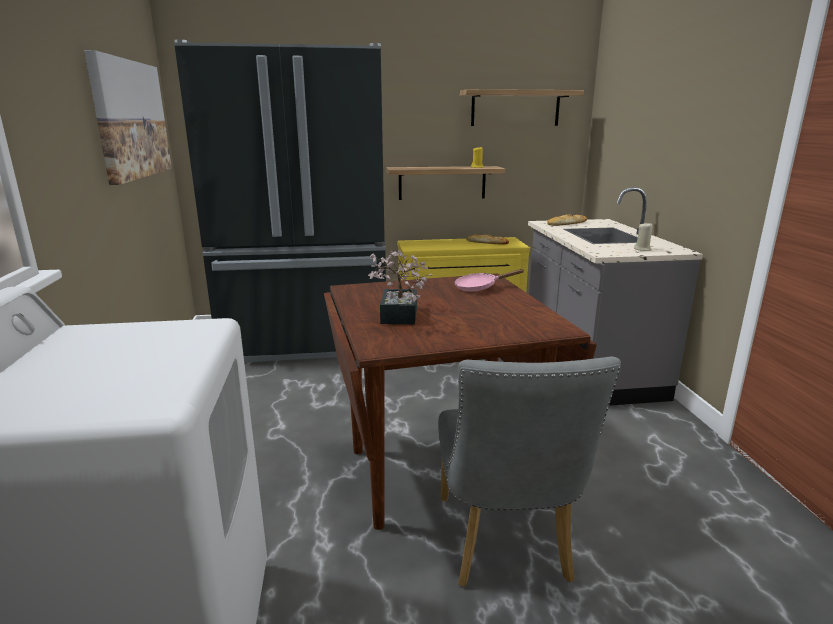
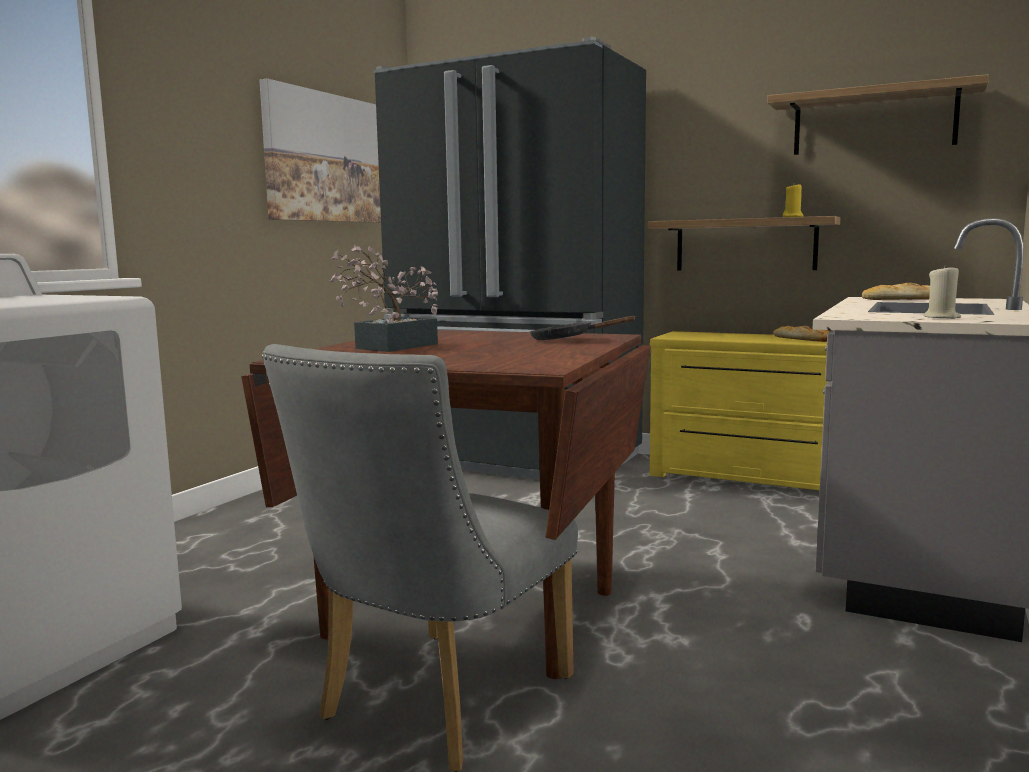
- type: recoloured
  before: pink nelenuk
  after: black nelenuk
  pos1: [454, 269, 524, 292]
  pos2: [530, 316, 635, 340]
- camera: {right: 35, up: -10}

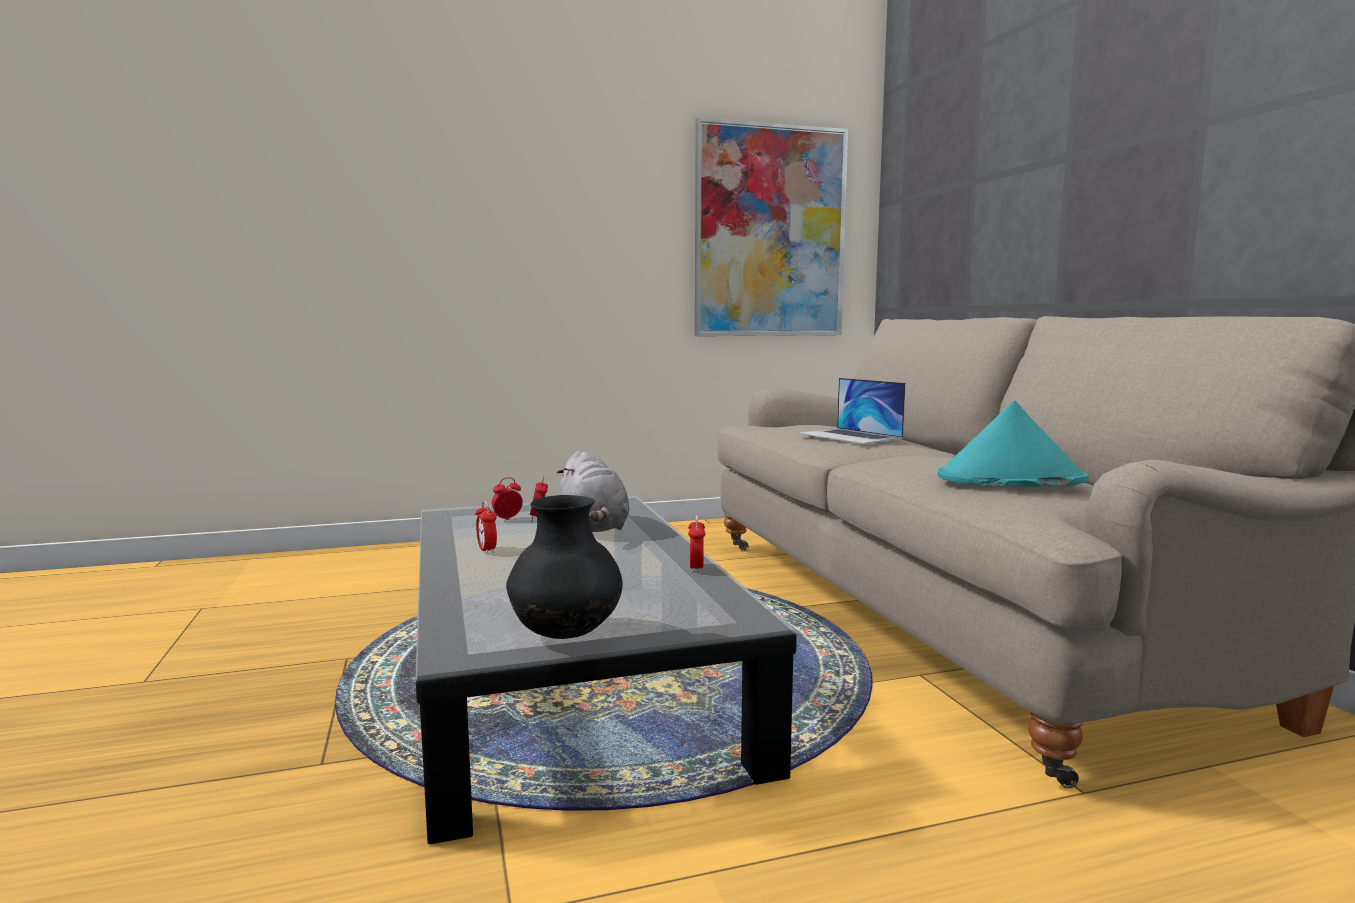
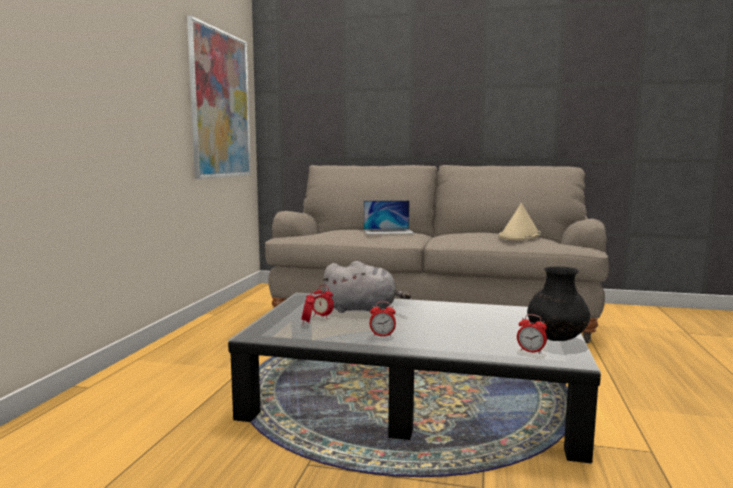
- type: moved
  before: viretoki
  pos1: [688, 515, 705, 572]
  pos2: [517, 314, 547, 354]
- type: recoloured
  before: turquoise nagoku
  after: beige nagoku
  pos1: [937, 401, 1089, 487]
  pos2: [499, 203, 541, 240]
- camera: {right: -60, up: 0}

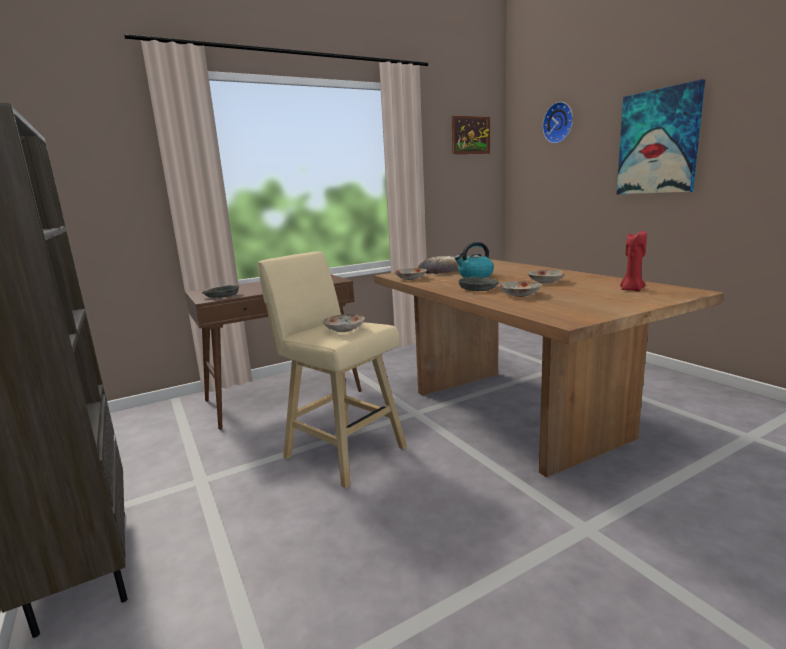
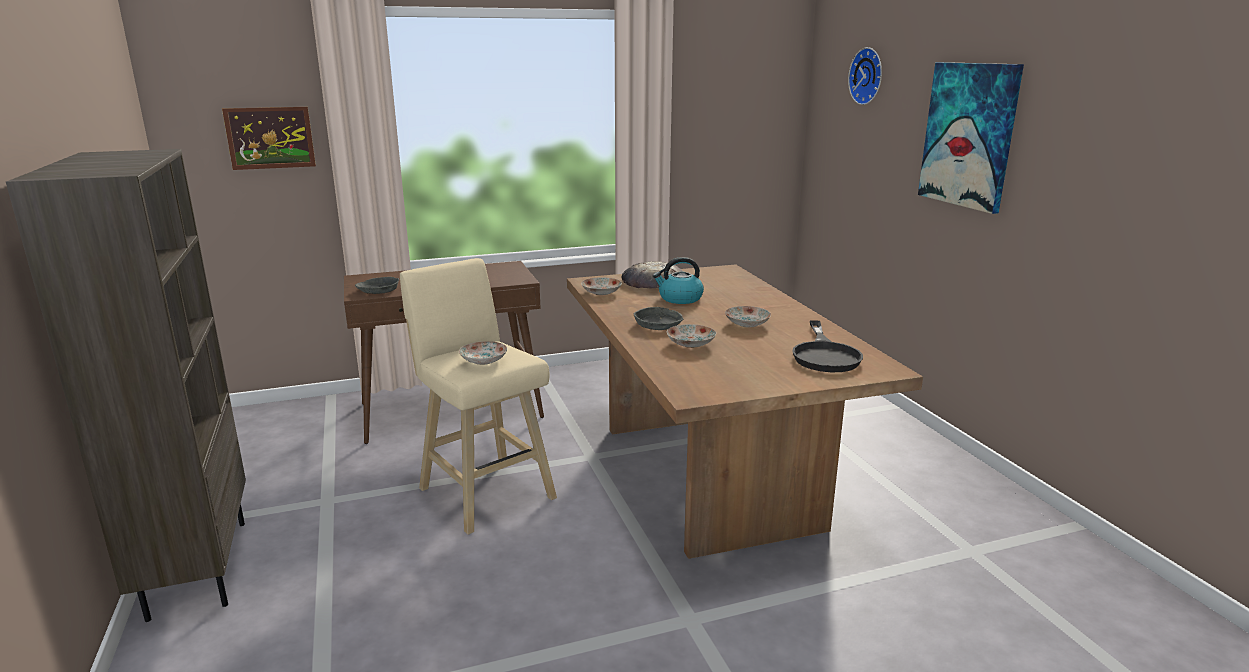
- type: moved
  before: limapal
  pos1: [452, 116, 490, 154]
  pos2: [222, 107, 316, 170]
- type: replaced
  before: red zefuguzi
  after: black nelenuk
  pos1: [620, 231, 647, 291]
  pos2: [792, 320, 863, 372]
- camera: {right: 10, up: 5}

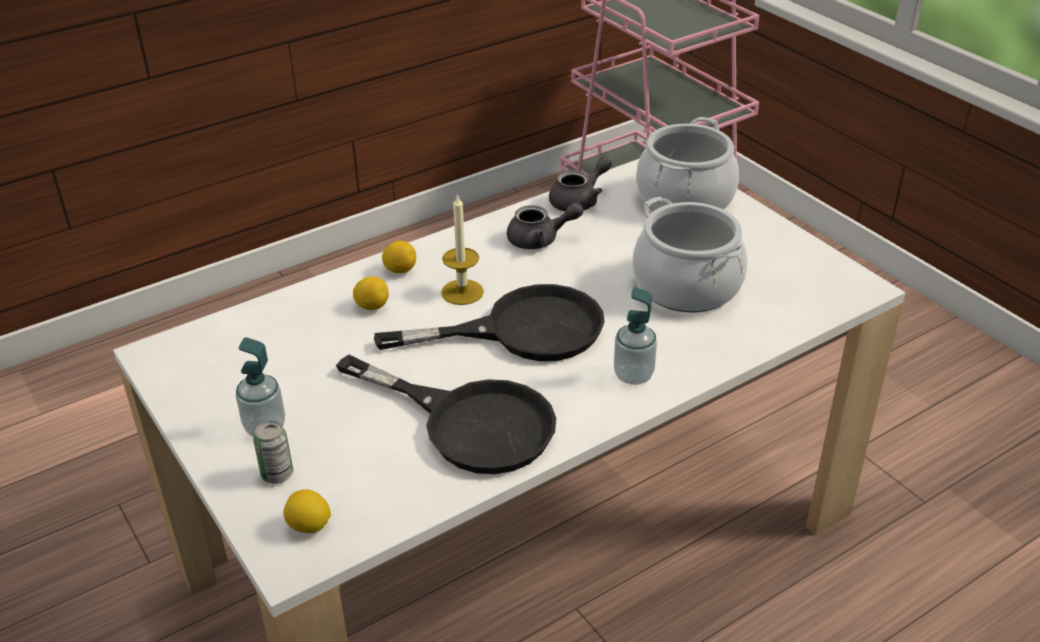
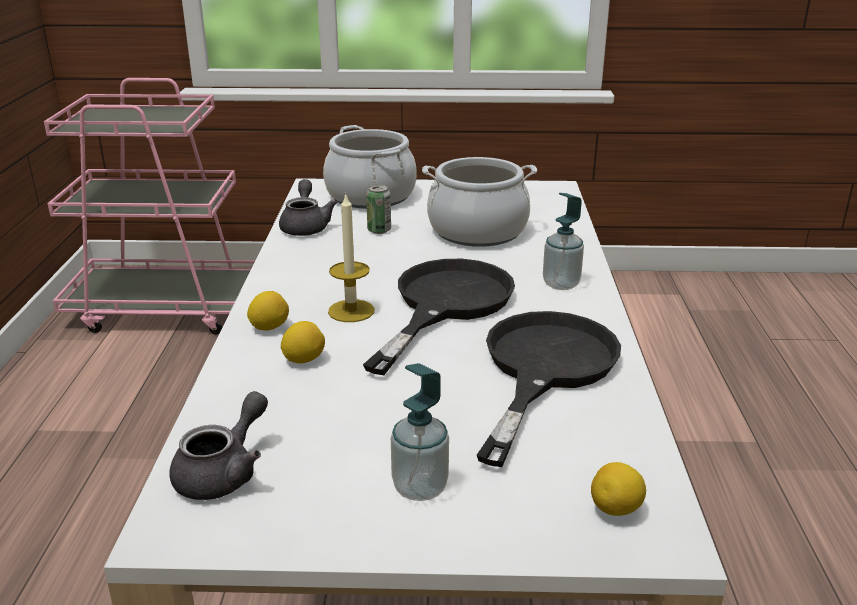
- type: moved
  before: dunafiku
  pos1: [253, 421, 293, 484]
  pos2: [366, 184, 391, 234]
- type: turned
  before: black nelenuk
  pos1: [336, 354, 556, 474]
  pos2: [477, 311, 621, 467]
  turn: -45
- type: moved
  before: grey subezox
  pos1: [507, 203, 584, 249]
  pos2: [169, 391, 268, 500]
- camera: {right: -55, up: -10}

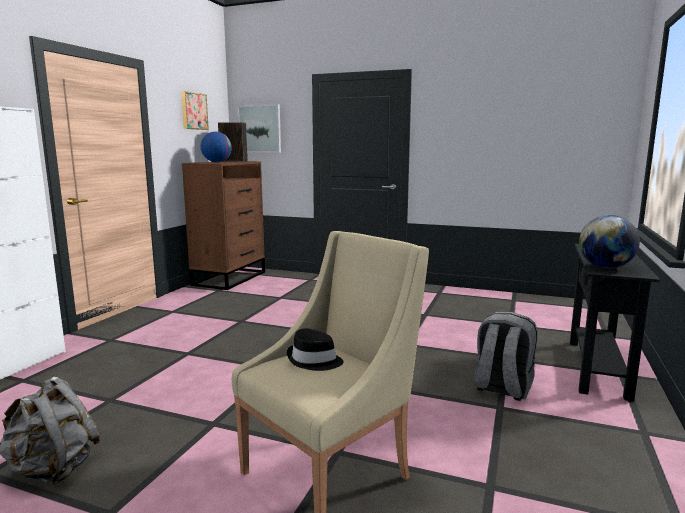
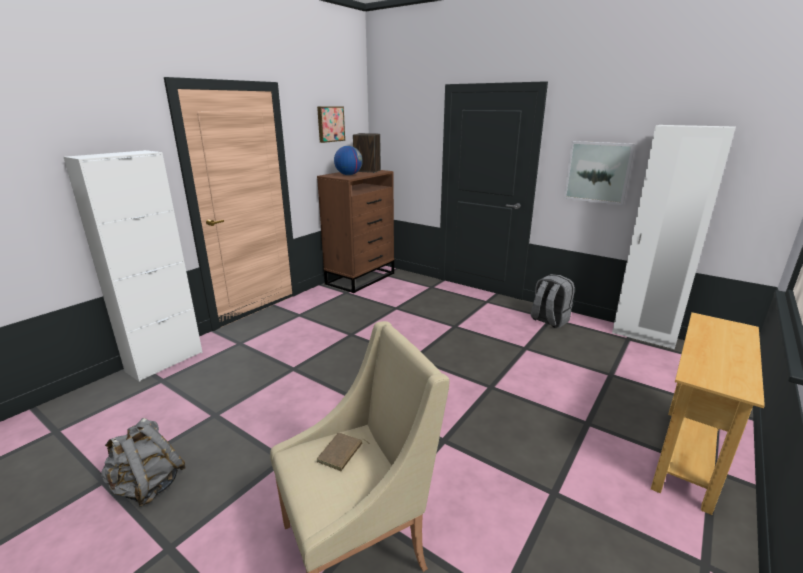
- type: moved
  before: limapal
  pos1: [237, 104, 281, 153]
  pos2: [564, 141, 635, 205]
- type: replaced
  before: black nagoku
  after: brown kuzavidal
  pos1: [287, 328, 343, 371]
  pos2: [317, 432, 370, 471]
- type: moved
  before: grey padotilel
  pos1: [475, 312, 538, 401]
  pos2: [531, 274, 575, 328]
- type: recoloured
  before: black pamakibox
  after: beige pamakibox
  pos1: [570, 244, 660, 402]
  pos2: [651, 312, 765, 515]
- type: removed
  before: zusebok
  pos1: [579, 215, 640, 268]
- type: added
  after: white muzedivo
  pos2: [612, 125, 736, 350]
- camera: {right: 15, up: 10}

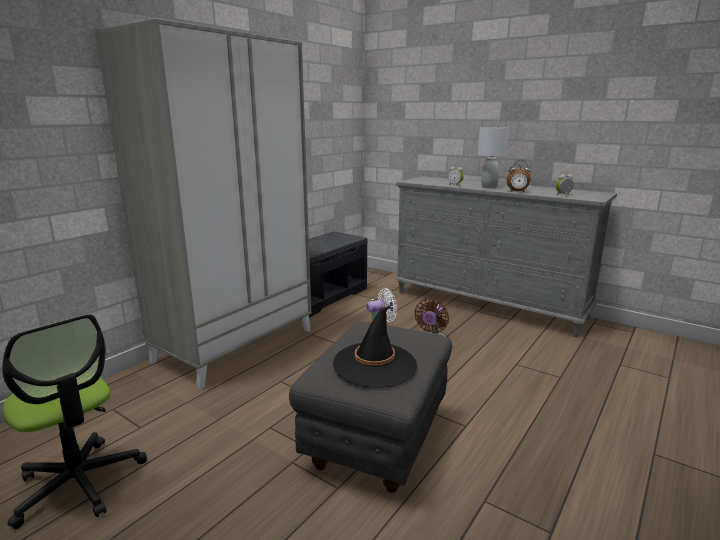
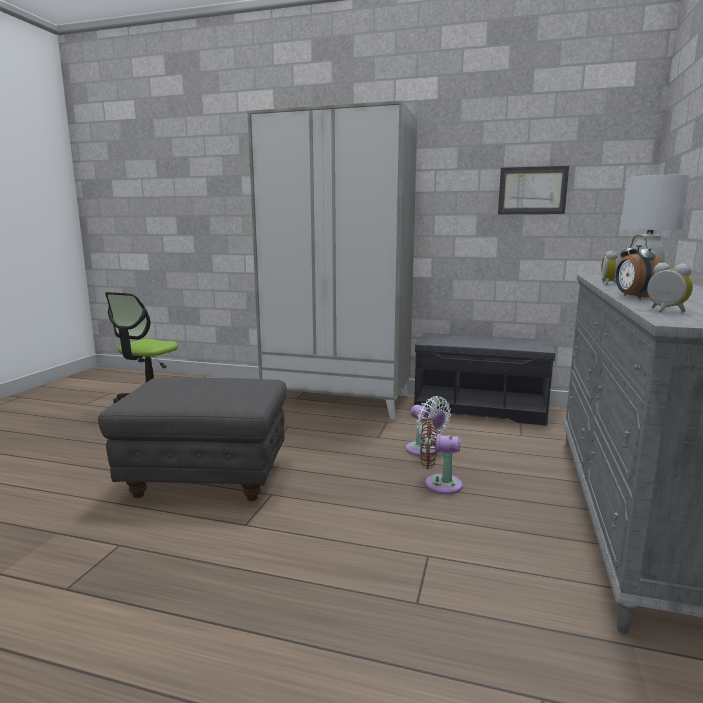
- type: removed
  before: black nagoku
  pos1: [333, 305, 417, 388]
- type: added
  after: limapal
  pos2: [498, 166, 569, 214]
- camera: {right: 70, up: -5}

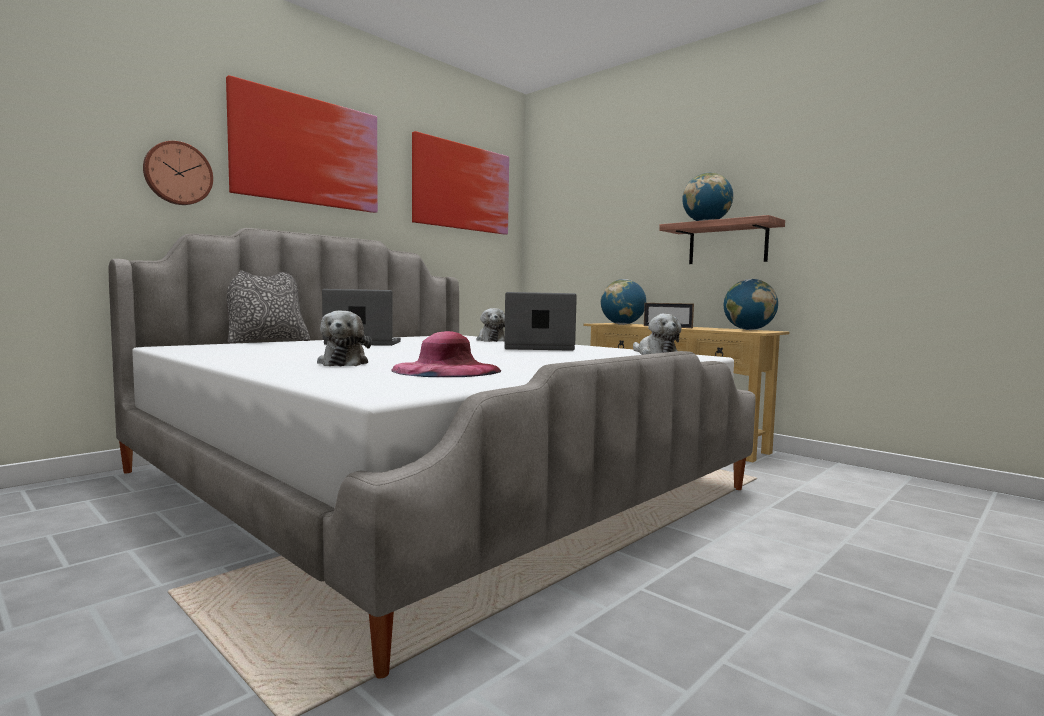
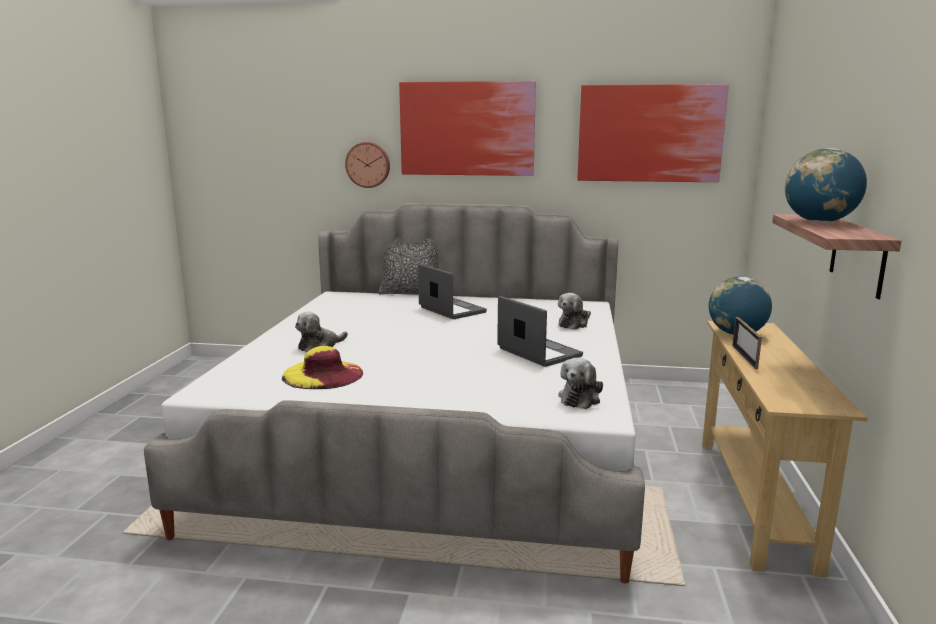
- type: recoloured
  before: pink nagoku
  after: yellow nagoku
  pos1: [391, 331, 501, 377]
  pos2: [282, 346, 363, 389]
- type: removed
  before: zusebok
  pos1: [724, 279, 778, 330]
- camera: {right: 55, up: 10}

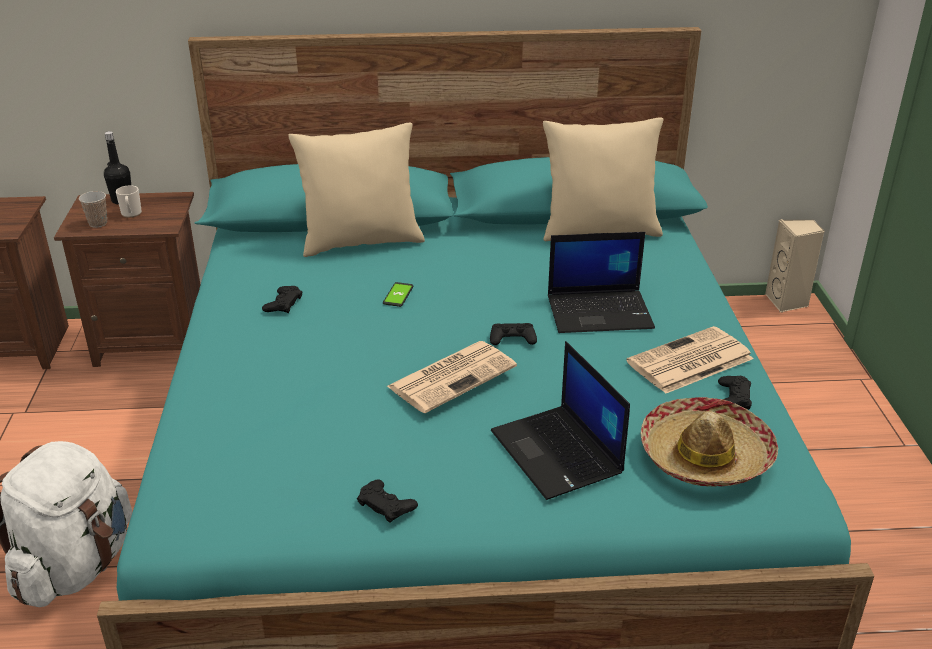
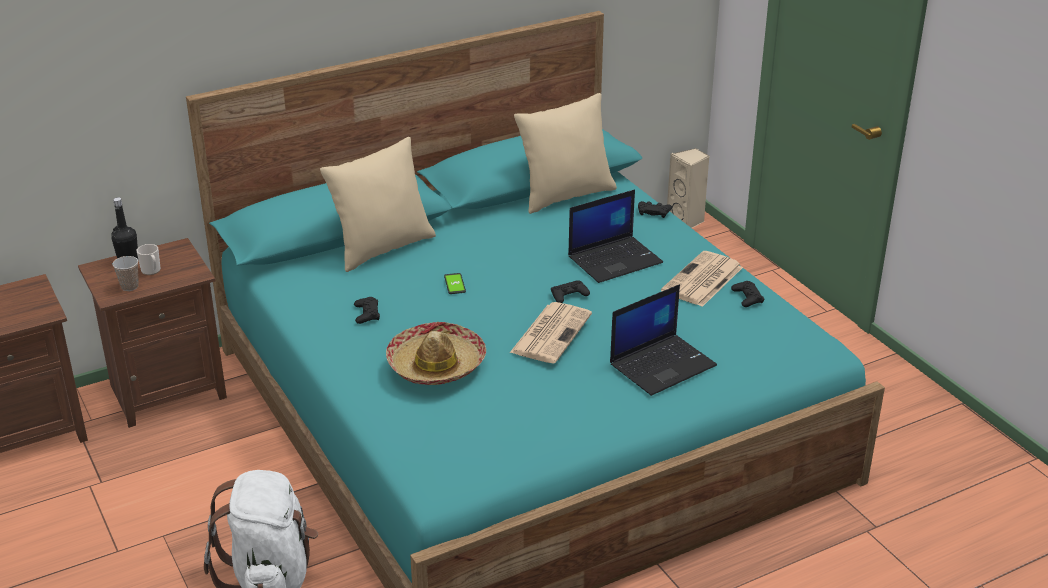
- type: moved
  before: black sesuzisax
  pos1: [357, 479, 418, 523]
  pos2: [638, 201, 672, 218]
- type: turned
  before: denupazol
  pos1: [491, 341, 630, 500]
  pos2: [610, 284, 717, 396]
  turn: -75
- type: moved
  before: nagoku
  pos1: [641, 397, 778, 487]
  pos2: [386, 322, 486, 385]
- camera: {right: -25, up: 0}

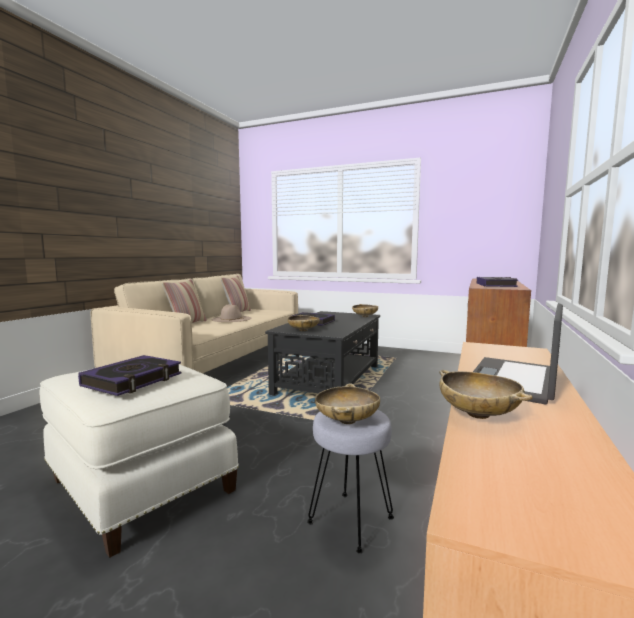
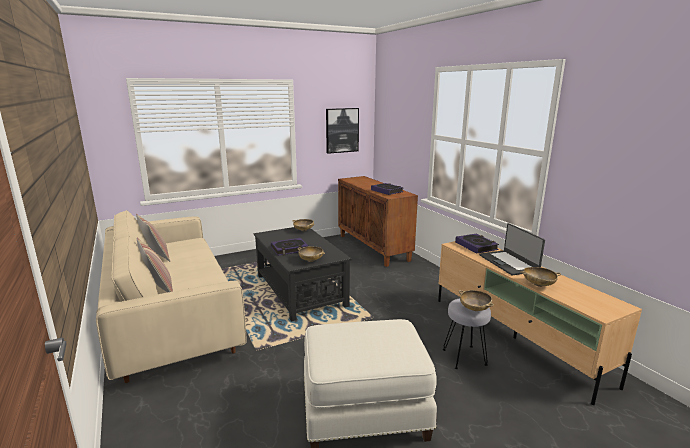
- type: moved
  before: kuzavidal
  pos1: [78, 355, 181, 396]
  pos2: [455, 234, 499, 254]
- type: removed
  before: beige nagoku
  pos1: [212, 304, 251, 322]
- type: added
  after: limapal
  pos2: [326, 108, 359, 154]
- camera: {right: -50, up: 10}

